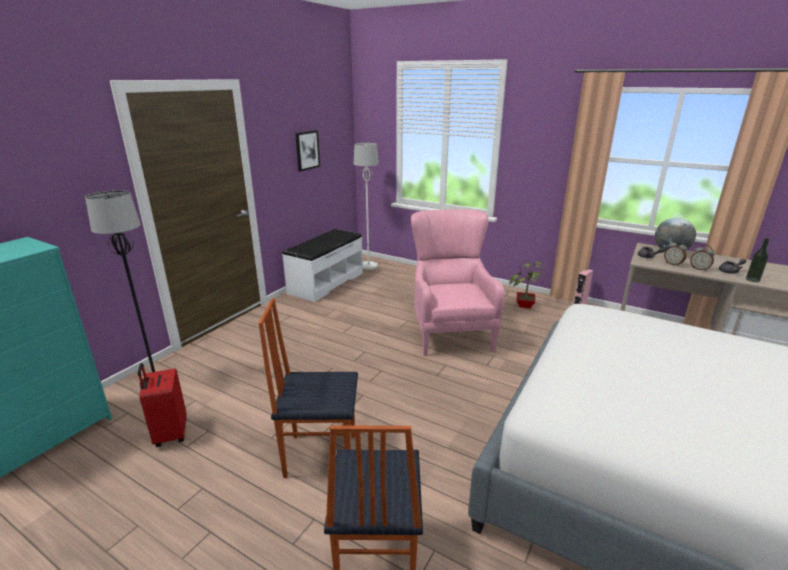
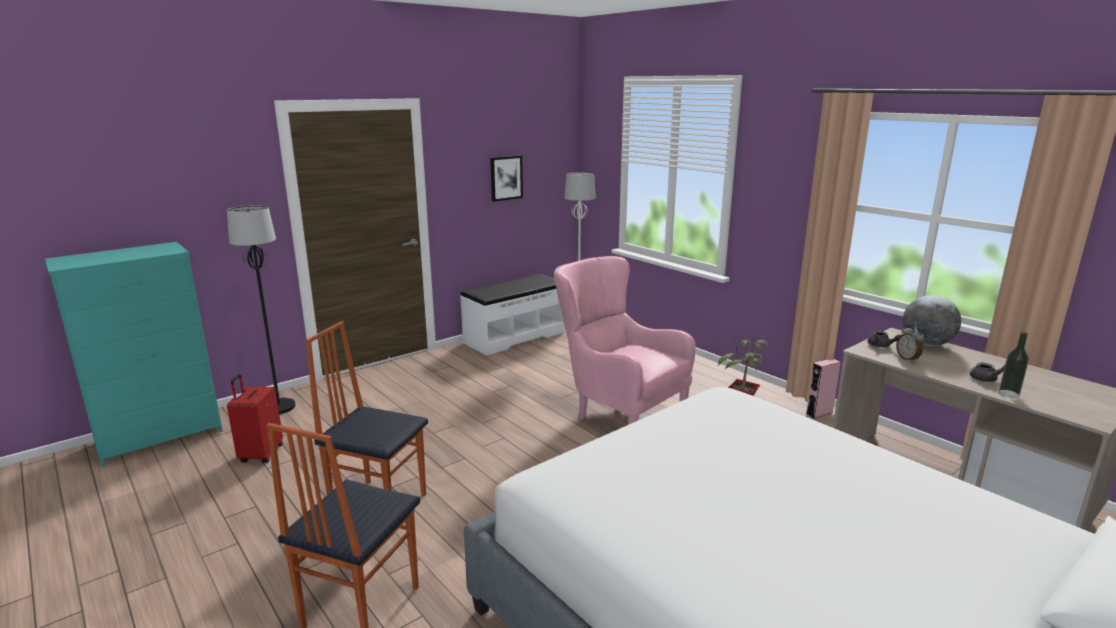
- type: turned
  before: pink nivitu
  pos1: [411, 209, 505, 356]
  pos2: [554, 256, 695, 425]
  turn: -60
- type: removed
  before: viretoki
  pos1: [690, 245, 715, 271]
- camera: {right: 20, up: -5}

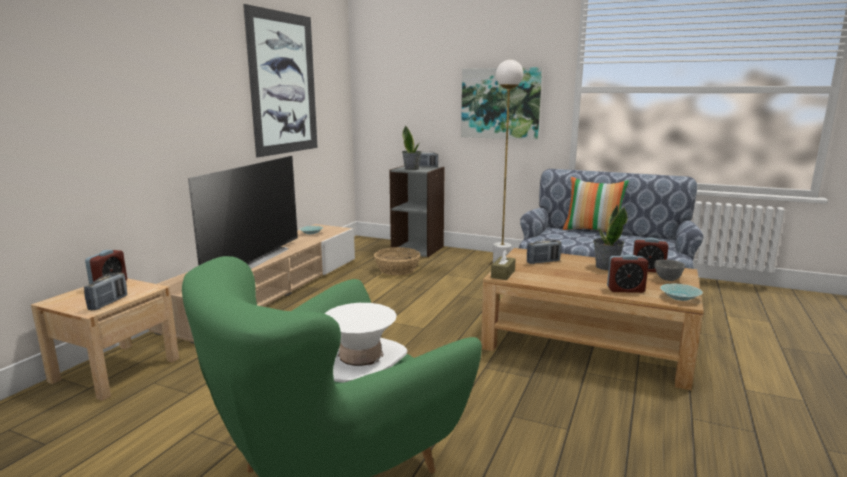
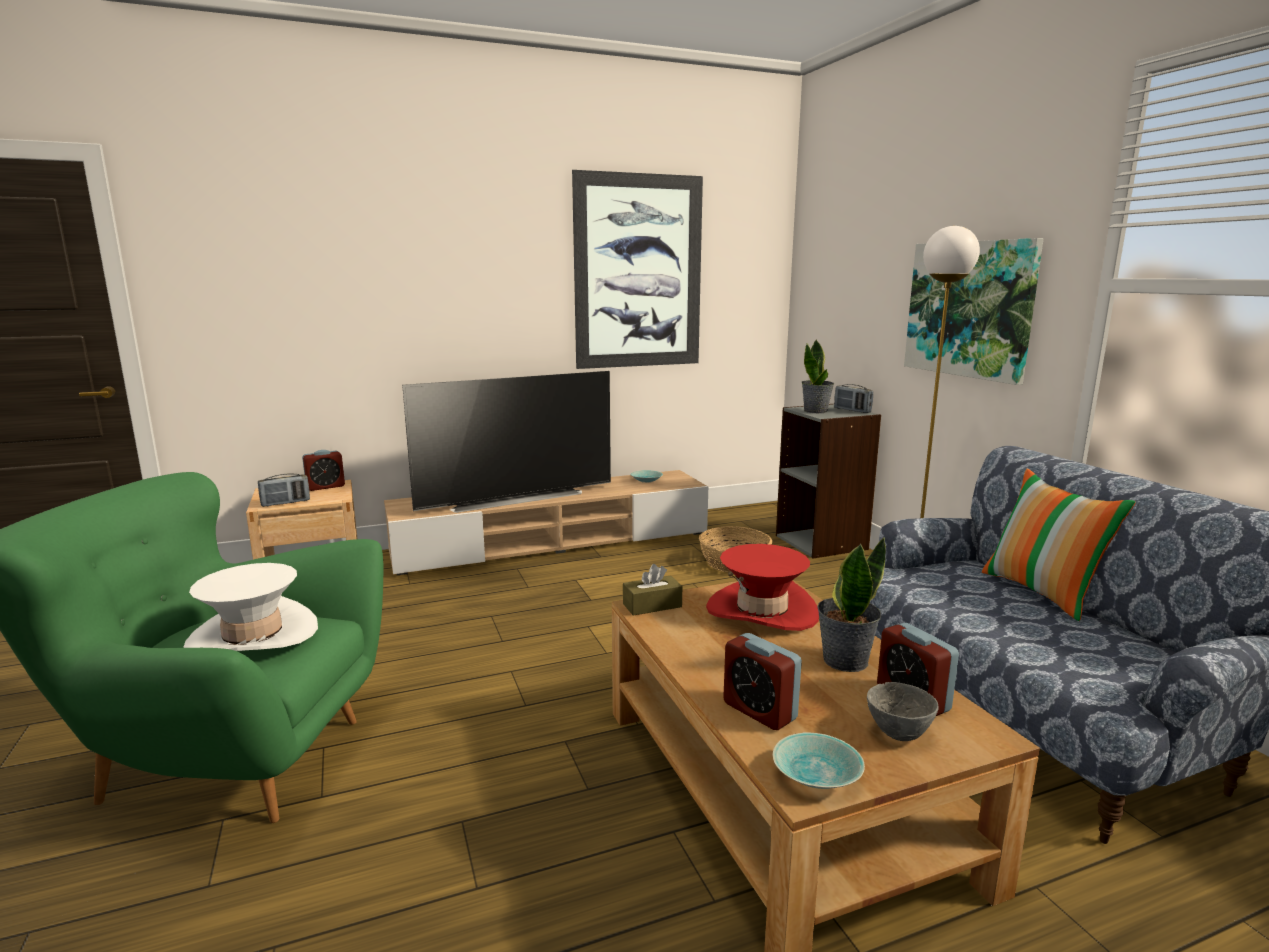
- type: replaced
  before: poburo
  after: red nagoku
  pos1: [527, 239, 561, 264]
  pos2: [706, 544, 819, 631]
- camera: {right: 45, up: 0}

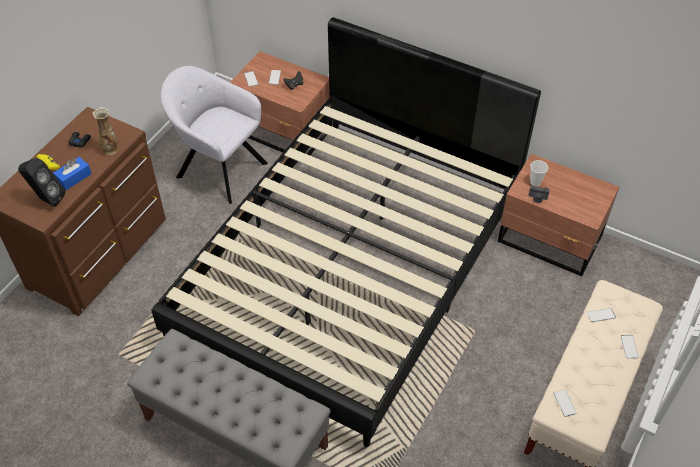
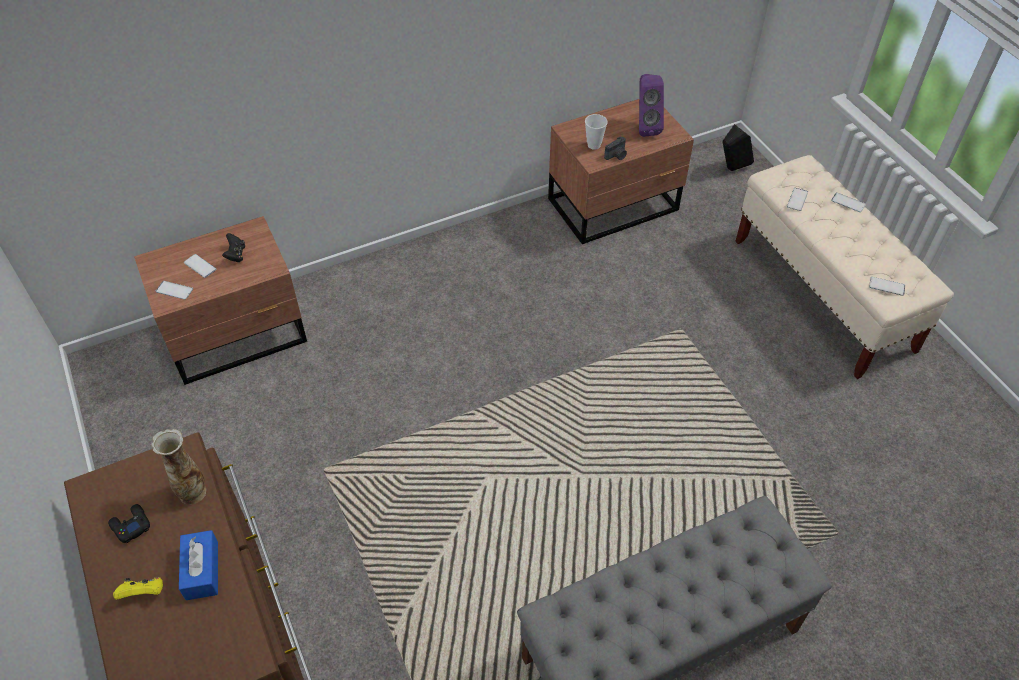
- type: moved
  before: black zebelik
  pos1: [18, 158, 65, 207]
  pos2: [723, 124, 754, 171]
- type: removed
  before: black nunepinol
  pos1: [151, 17, 541, 447]
- type: removed
  before: grey nivitu
  pos1: [160, 66, 268, 204]
- type: added
  after: purple zebelik
  pos2: [639, 74, 664, 137]
- camera: {right: -55, up: 0}

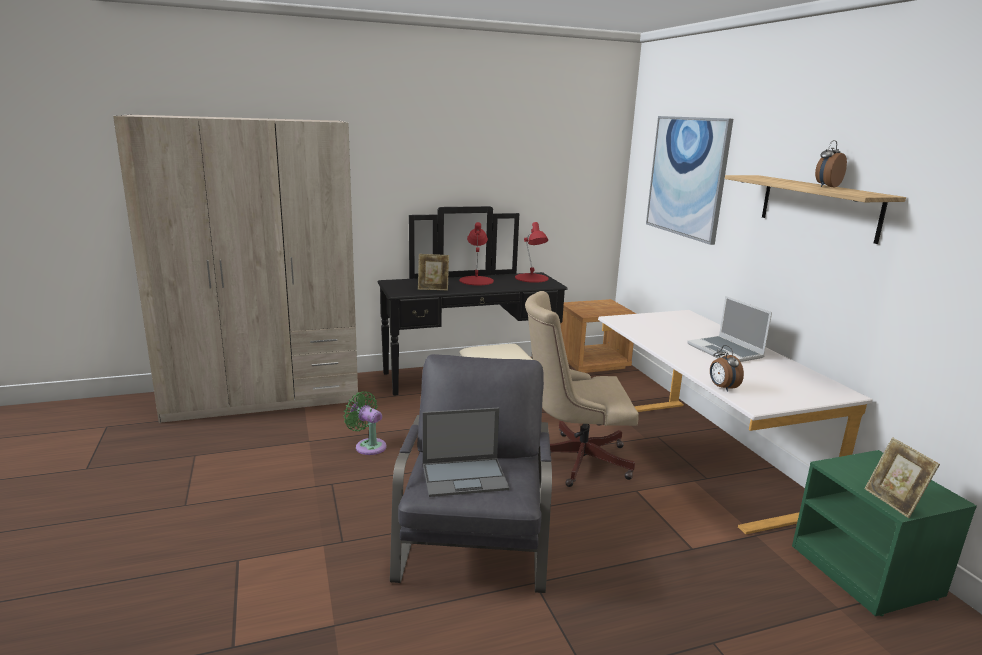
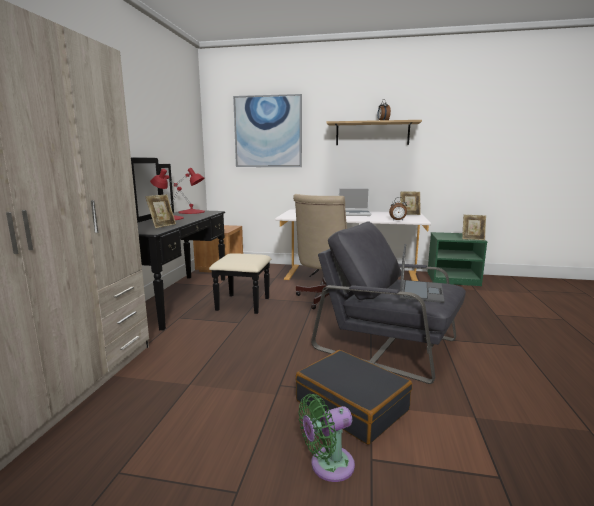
- type: moved
  before: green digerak
  pos1: [343, 391, 386, 455]
  pos2: [298, 394, 355, 482]
- type: added
  after: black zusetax
  pos2: [296, 350, 412, 444]
- type: added
  after: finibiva
  pos2: [400, 191, 421, 215]
- camera: {right: -60, up: -5}

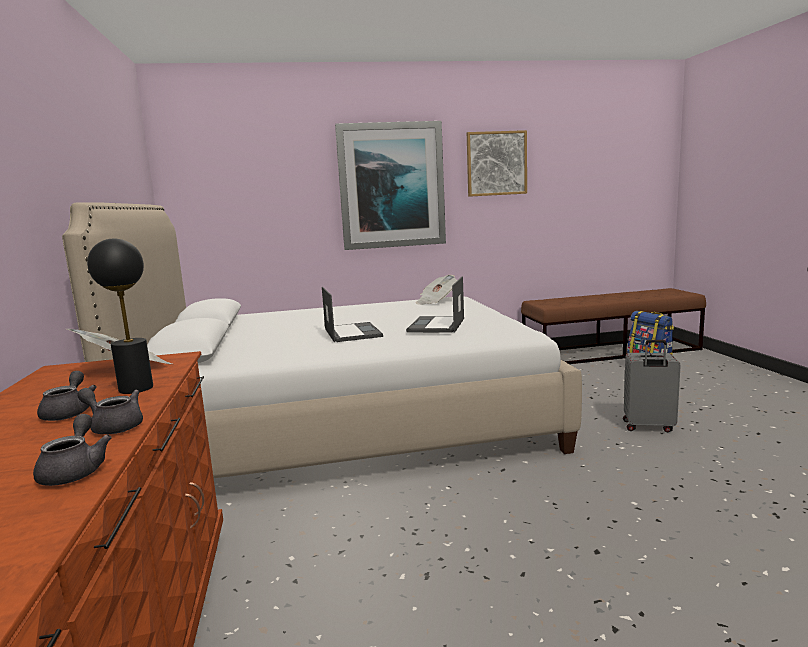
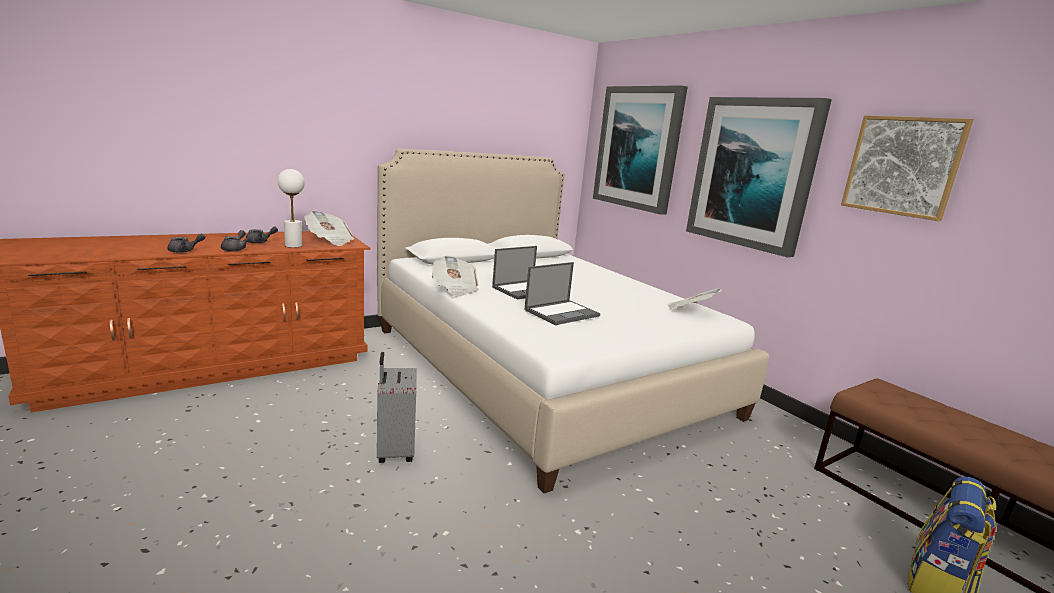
- type: recoloured
  before: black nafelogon
  after: white nafelogon
  pos1: [87, 239, 153, 394]
  pos2: [278, 169, 305, 248]
- type: turned
  before: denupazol
  pos1: [406, 276, 464, 333]
  pos2: [524, 262, 600, 325]
  turn: 150
- type: moved
  before: grey zusetax
  pos1: [623, 340, 681, 432]
  pos2: [377, 352, 417, 463]
- type: added
  after: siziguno
  pos2: [431, 256, 479, 297]
- type: added
  after: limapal
  pos2: [593, 85, 688, 215]
- camera: {right: 65, up: 5}

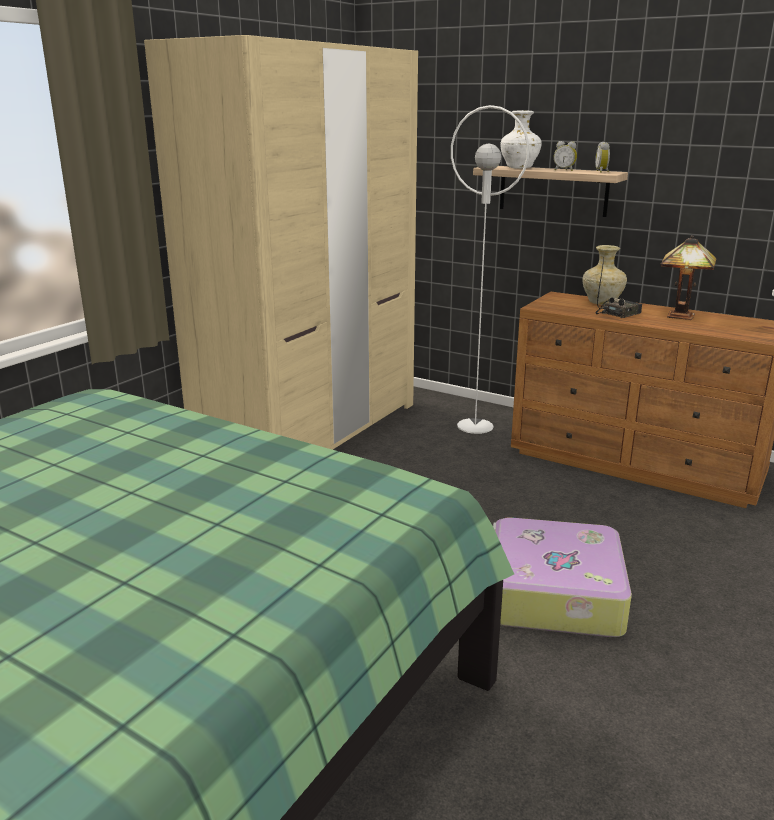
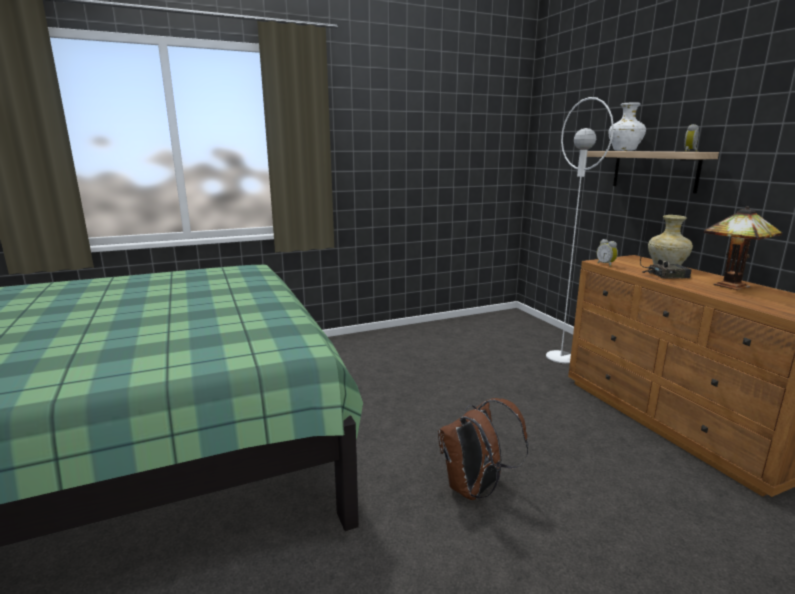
- type: removed
  before: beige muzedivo
  pos1: [144, 35, 418, 450]
- type: replaced
  before: zusetax
  after: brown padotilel
  pos1: [493, 517, 632, 637]
  pos2: [438, 398, 528, 500]
- type: moved
  before: viretoki
  pos1: [554, 141, 577, 171]
  pos2: [597, 239, 618, 267]
- camera: {right: 35, up: -5}

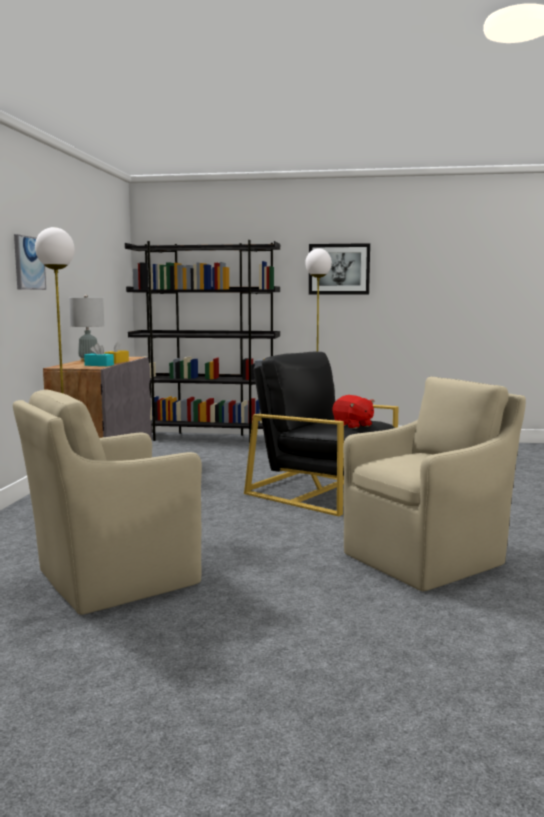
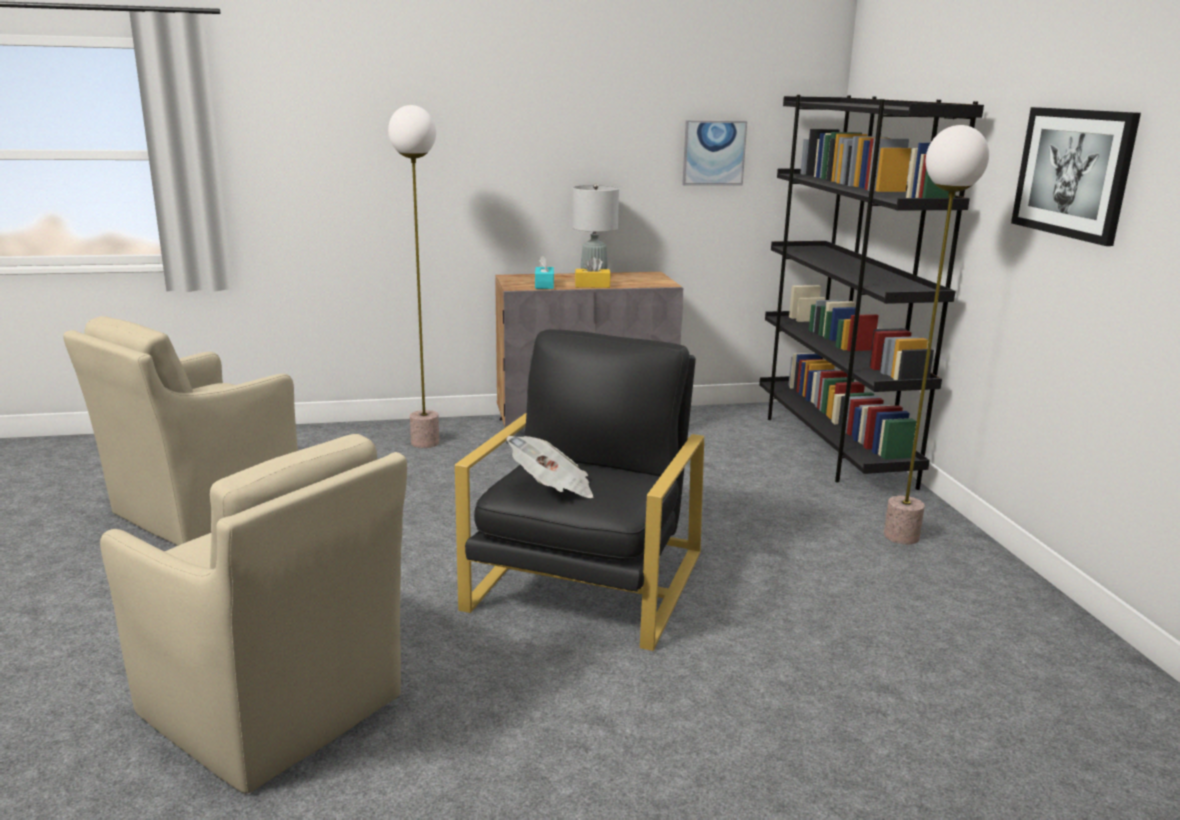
- type: turned
  before: beige nivitu
  pos1: [13, 389, 202, 615]
  pos2: [63, 316, 298, 546]
  turn: -90
- type: moved
  before: limapal
  pos1: [14, 234, 46, 290]
  pos2: [682, 120, 747, 185]
- type: replaced
  before: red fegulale
  after: siziguno
  pos1: [333, 395, 375, 429]
  pos2: [506, 436, 594, 498]
- camera: {right: 70, up: 10}

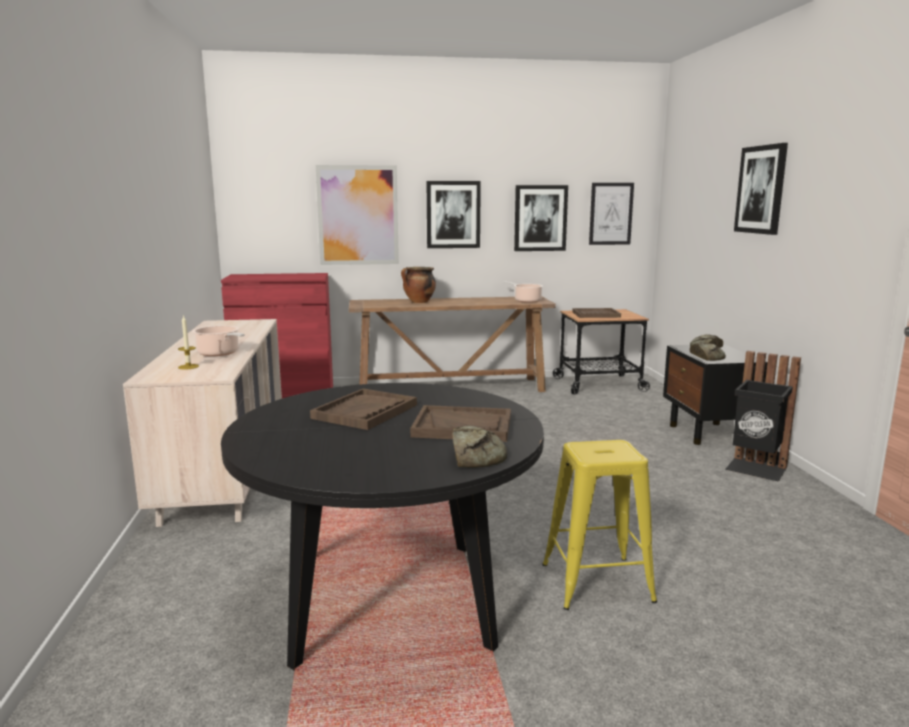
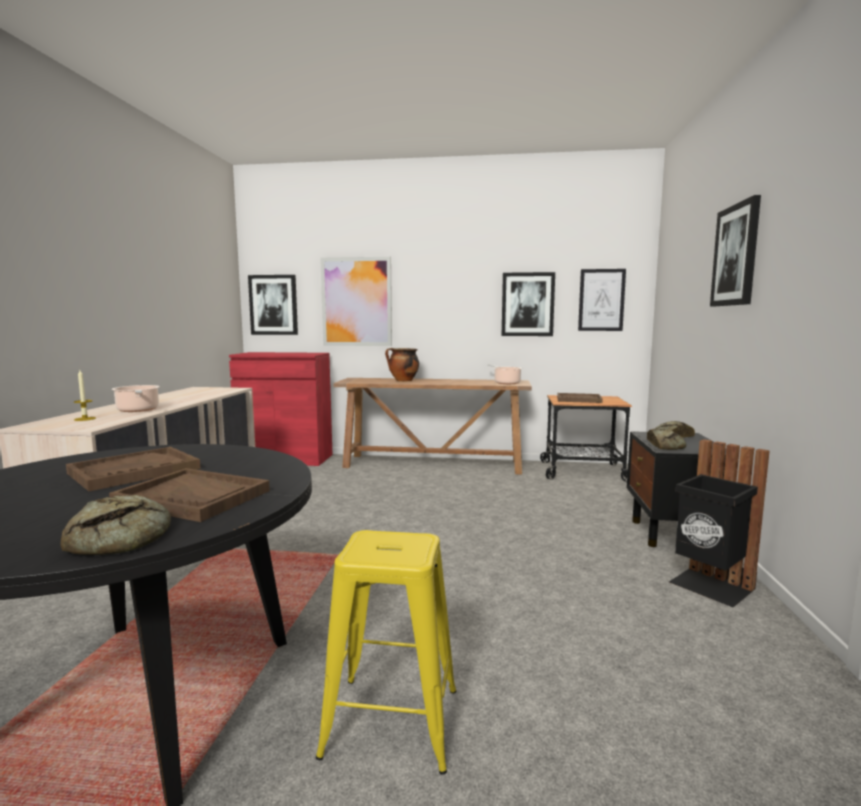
- type: moved
  before: limapal
  pos1: [427, 181, 481, 248]
  pos2: [248, 275, 298, 335]
- camera: {right: 15, up: -5}

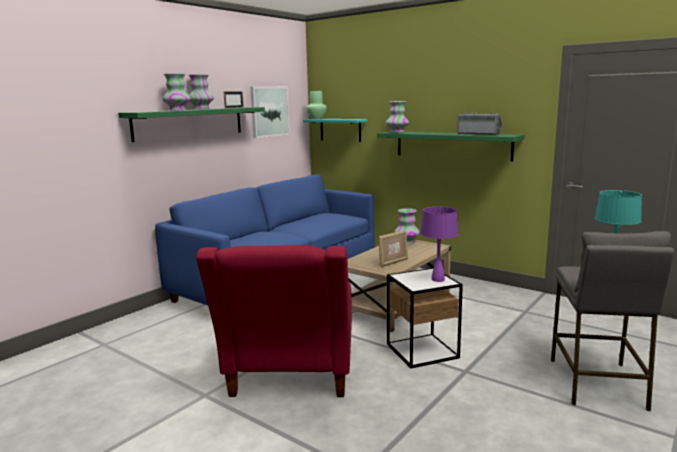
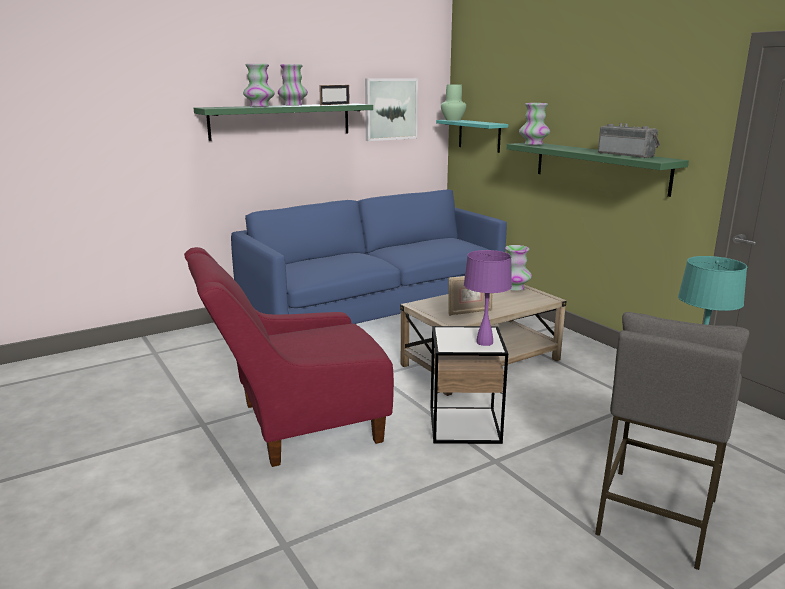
- type: turned
  before: red nivitu
  pos1: [196, 245, 352, 397]
  pos2: [184, 247, 394, 467]
  turn: 45
- camera: {right: 20, up: 5}

